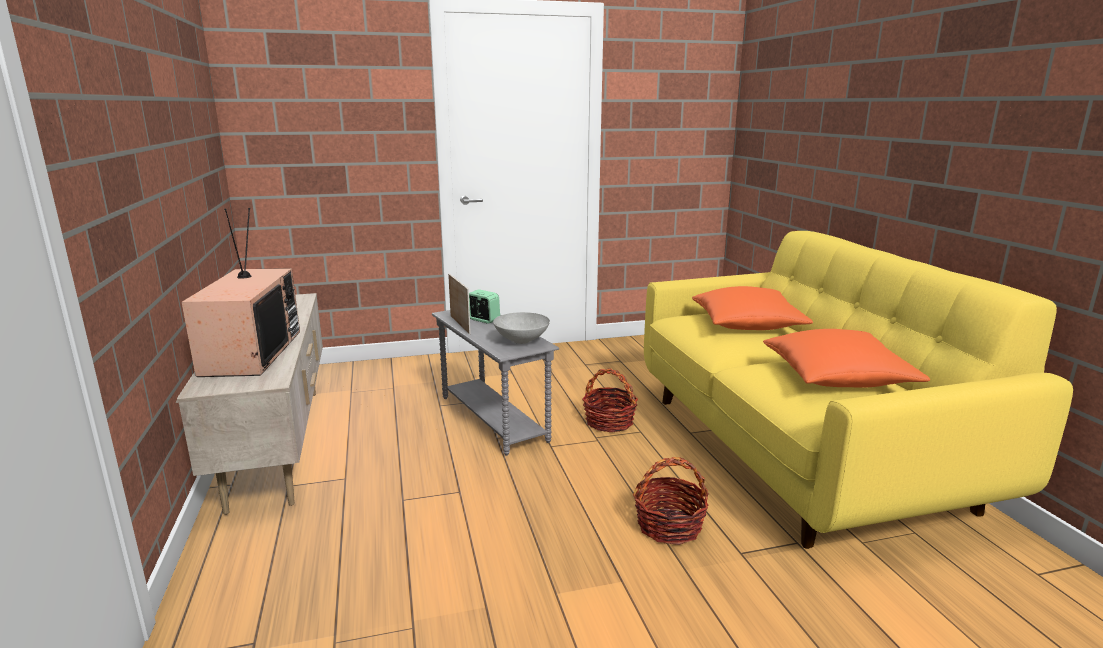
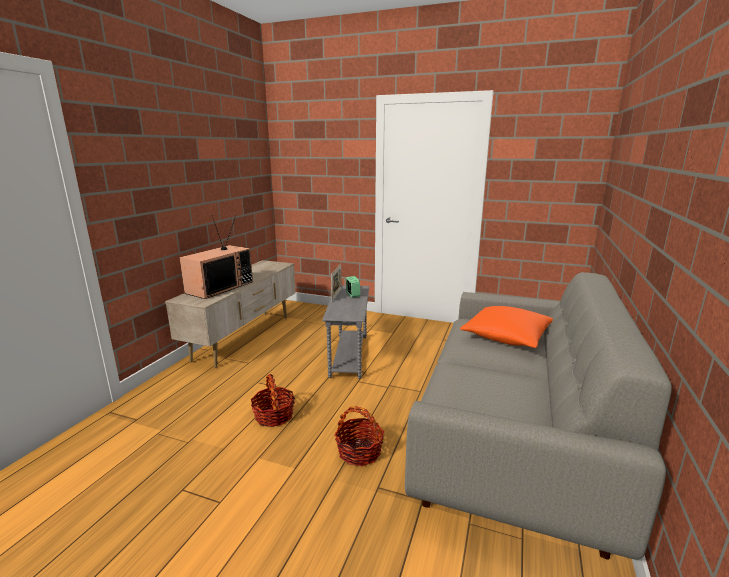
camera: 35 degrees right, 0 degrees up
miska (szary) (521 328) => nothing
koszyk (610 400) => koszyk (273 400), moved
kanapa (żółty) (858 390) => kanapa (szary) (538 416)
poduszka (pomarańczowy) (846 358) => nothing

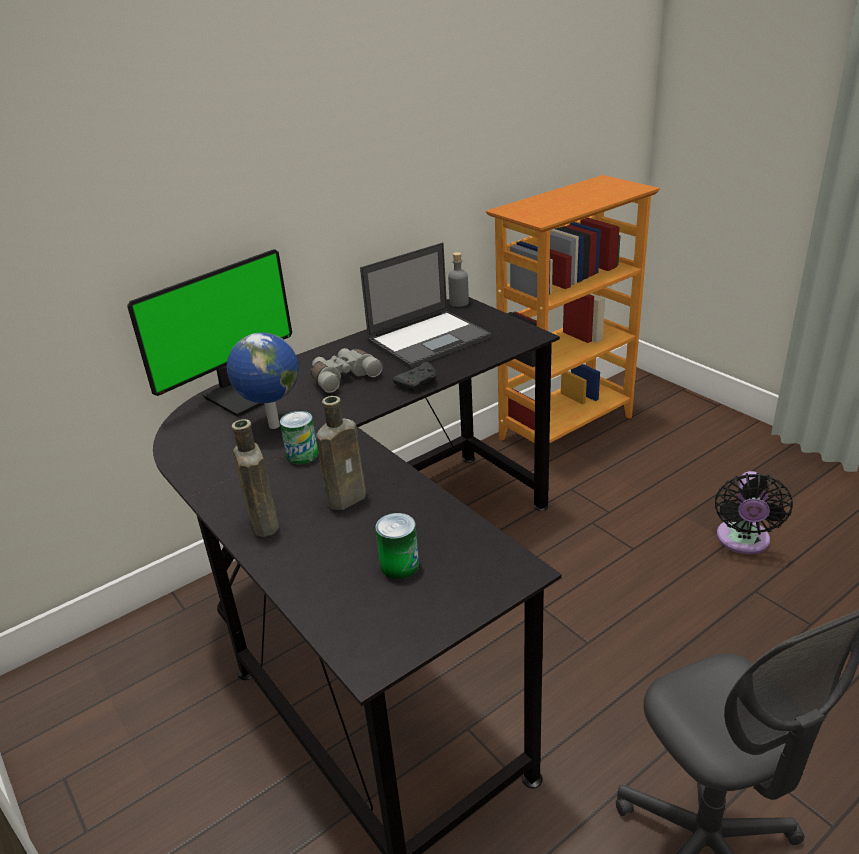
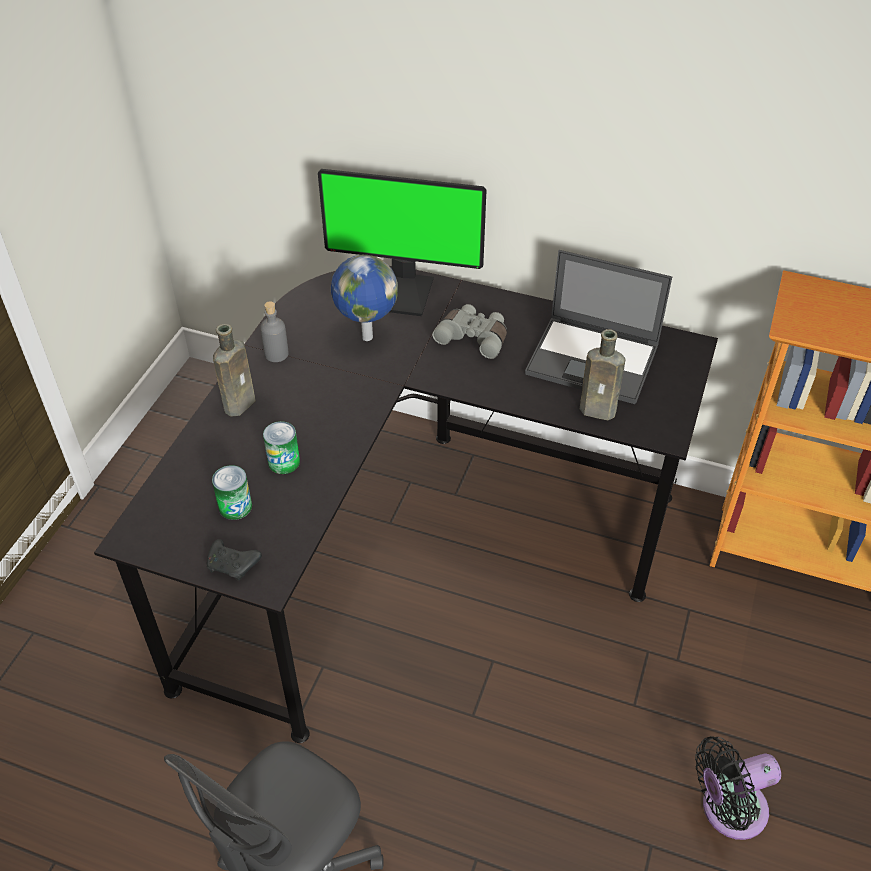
camera: 55 degrees right, 15 degrees up
puszka (299 437) => puszka (281 447), moved
butelka (brązowy) (341 453) => butelka (brązowy) (602 374), moved
pad do gier (czarny) (415 377) => pad do gier (czarny) (234 560), moved
butelka (szary) (458 279) => butelka (szary) (274 331), moved

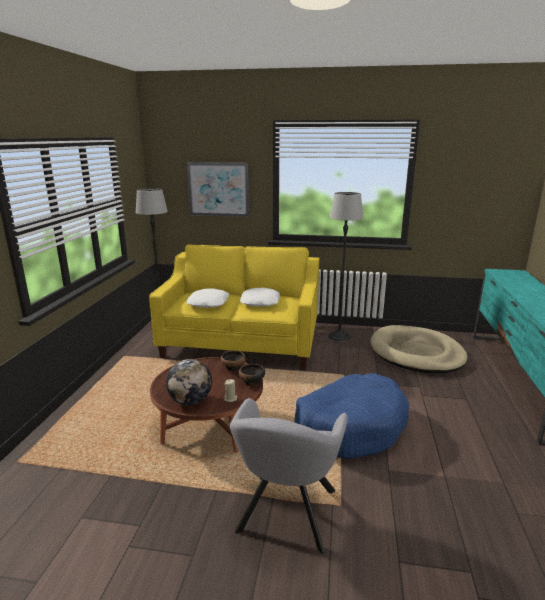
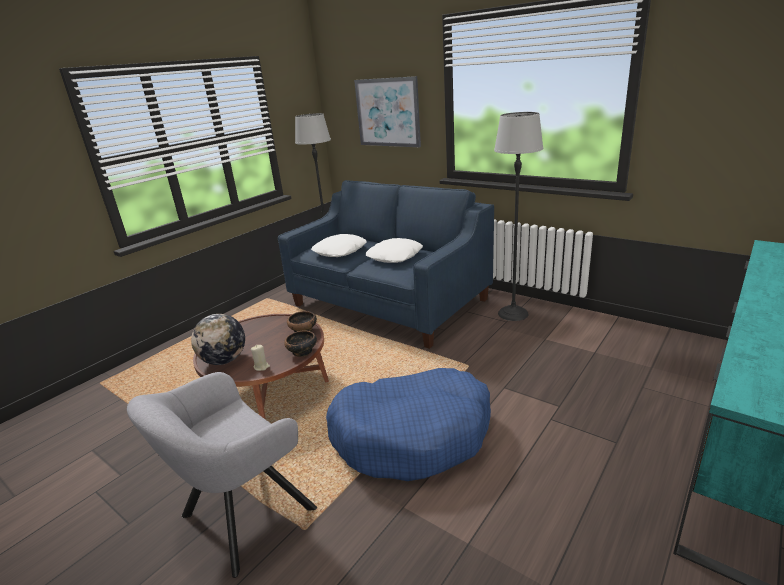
camera: 30 degrees right, 5 degrees up
kanapa (żółty) (234 307) => kanapa (niebieski) (386 264)
legowisko (beżowy) (419 349) => nothing

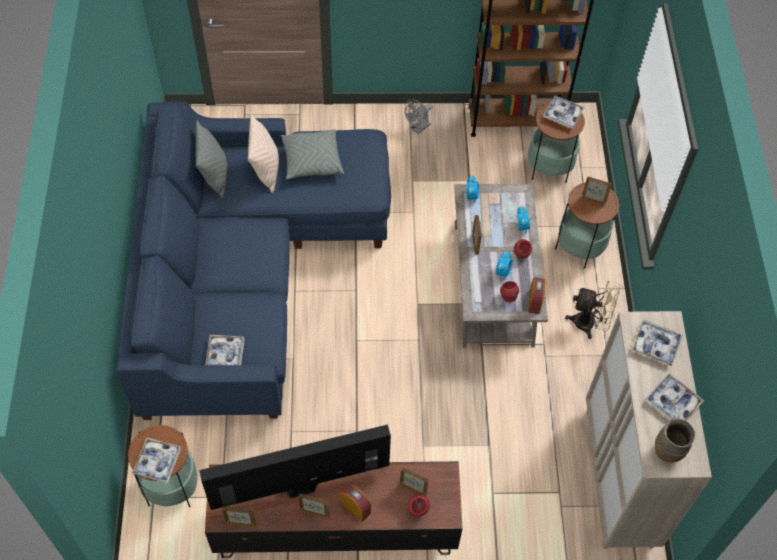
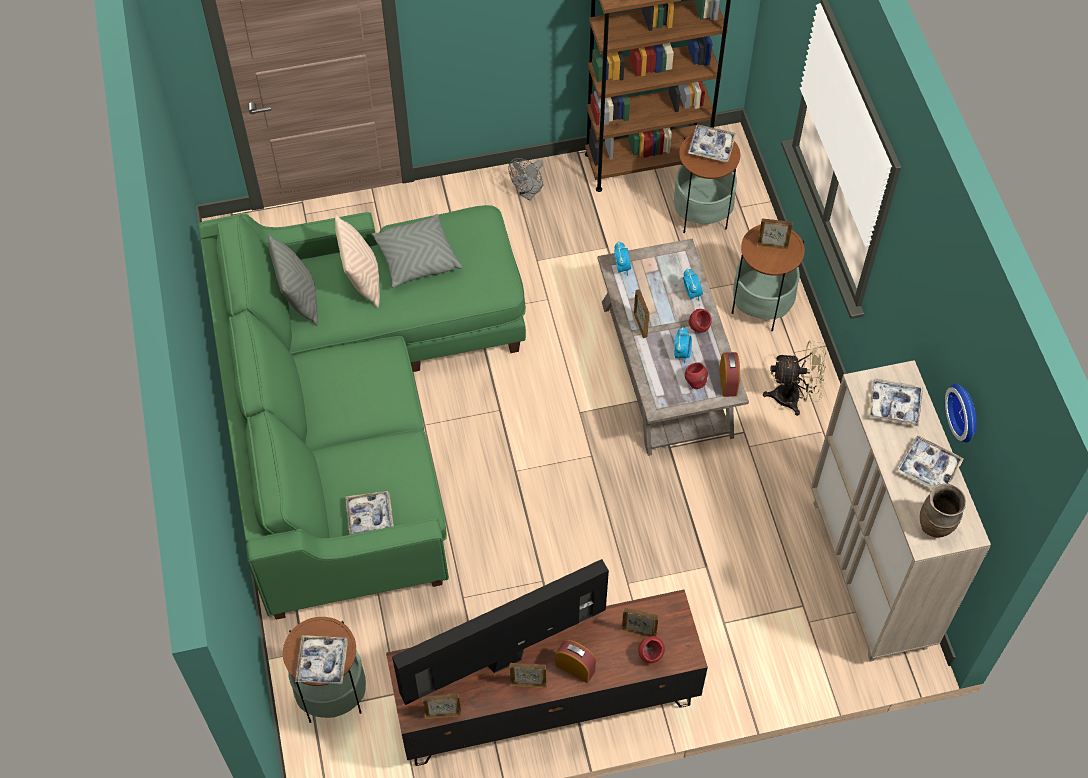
camera: 10 degrees left, 0 degrees up
kanapa (niebieski) (253 260) => kanapa (zielony) (362 412)
nothing => zegar ścienny (960 413)

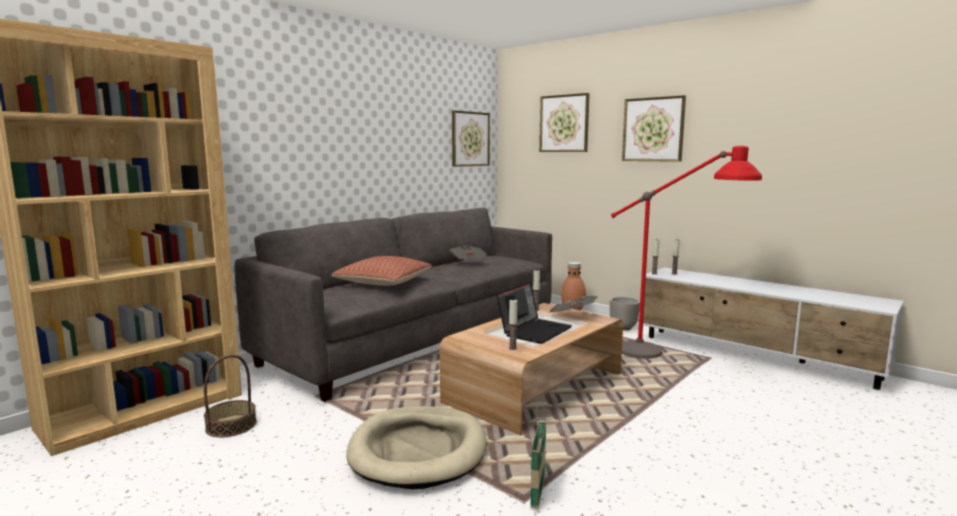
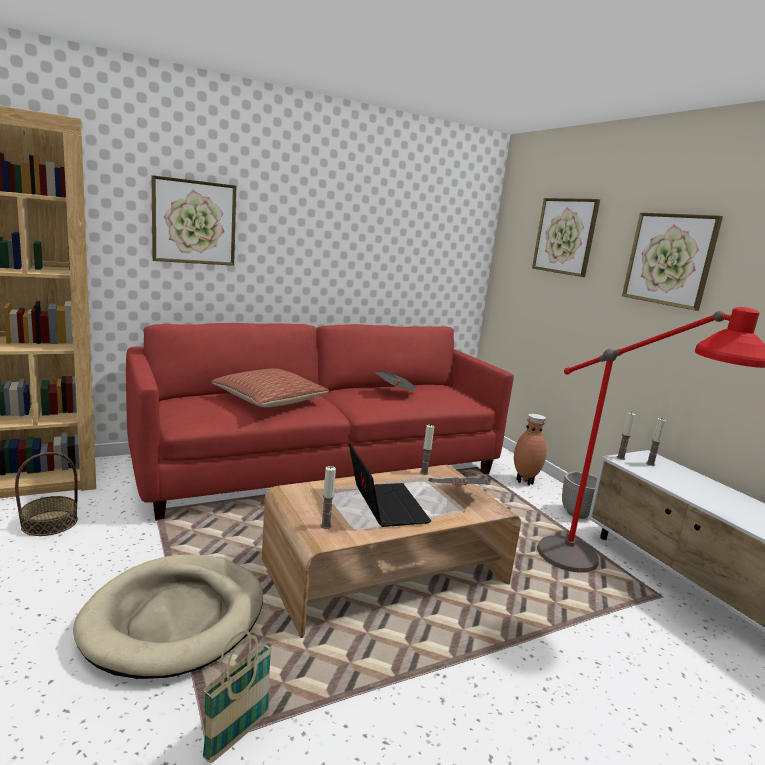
camera: 20 degrees right, 5 degrees up
kanapa (szary) (393 305) => kanapa (czerwony) (320 421)
obraz (471 138) => obraz (194 220), moved
laptop (534 313) => laptop (390 485), 75 degrees counterclockwise

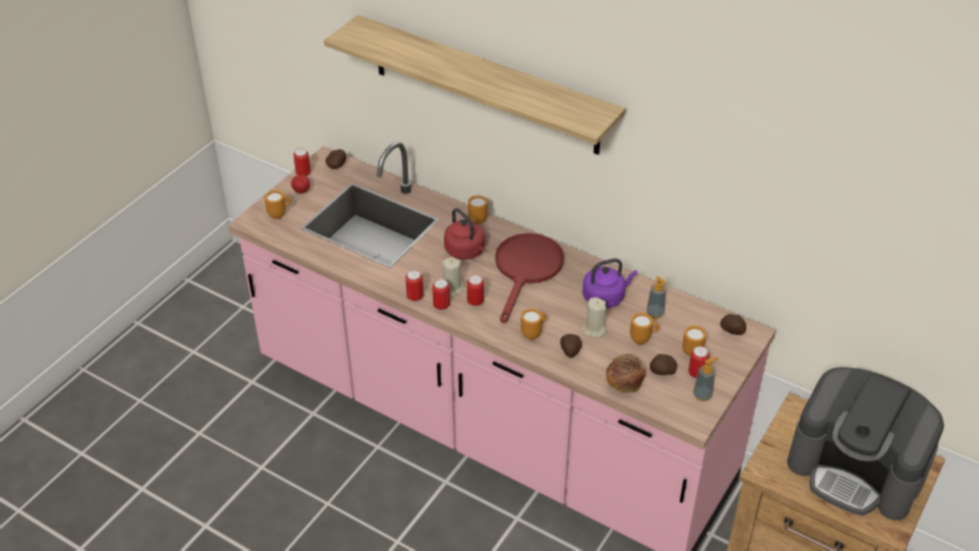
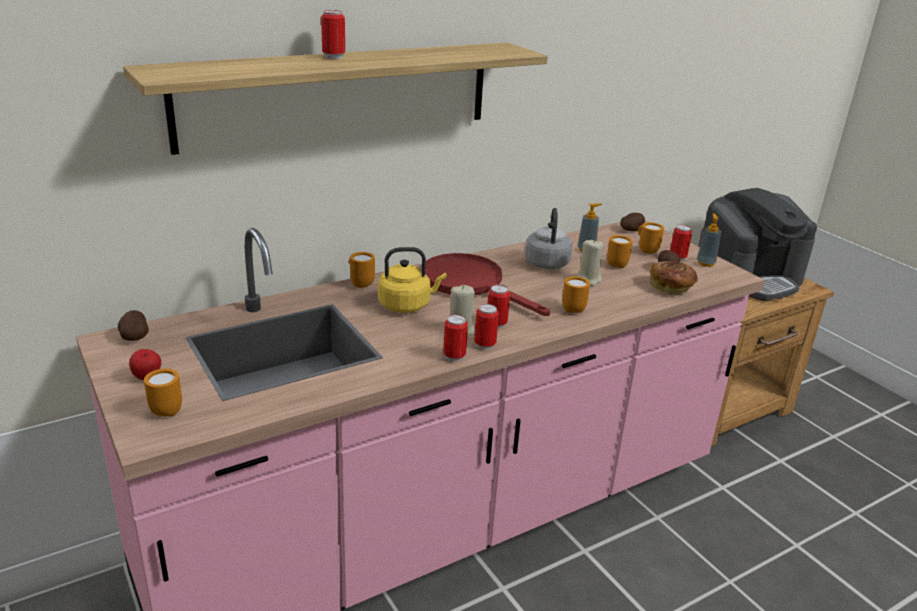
camera: 65 degrees left, 15 degrees down
puszka (302 162) => puszka (333 34), moved
czajnik (czerwony) (464 234) => czajnik (żółty) (412 280)
ziemniak (571 346) => nothing
czajnik (fioletowy) (610 283) => czajnik (szary) (549 238)

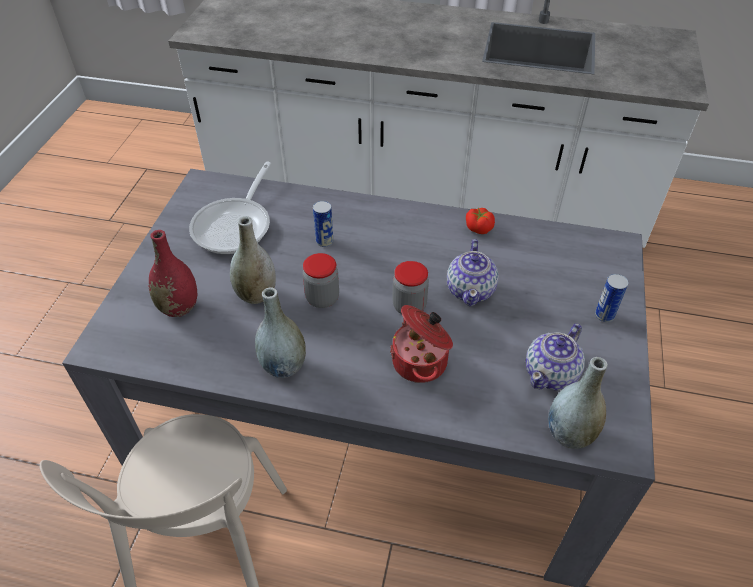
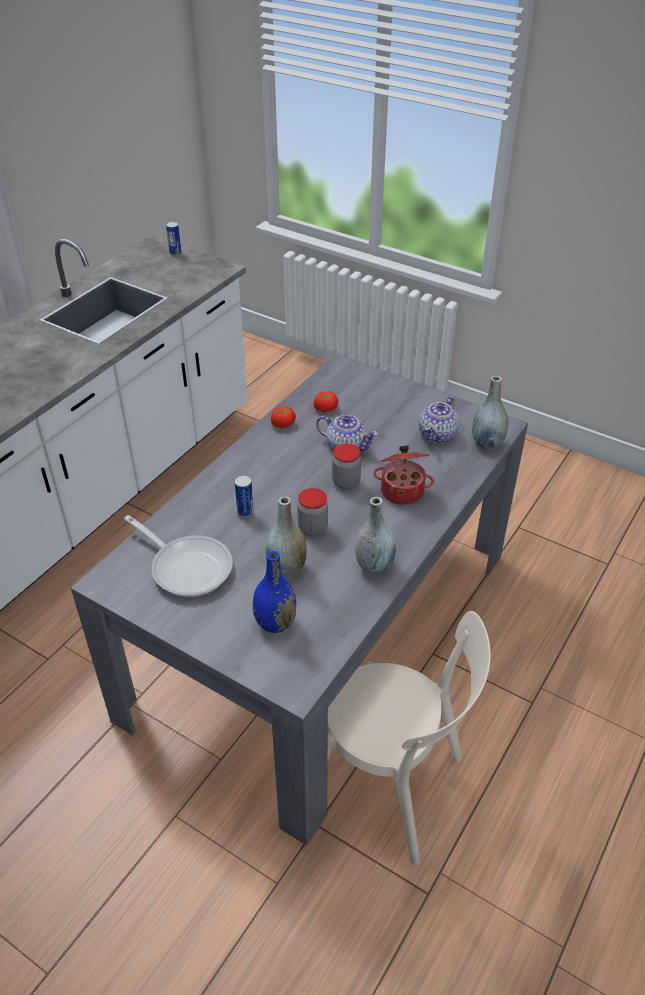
camera: 70 degrees left, 5 degrees down
wazon (czerwony) (173 273) => wazon (niebieski) (274 592)
imbryk (555 356) => imbryk (439 420), 60 degrees clockwise
puszka (611 298) => puszka (174 239), moved
nothing => pomidor (326 401)

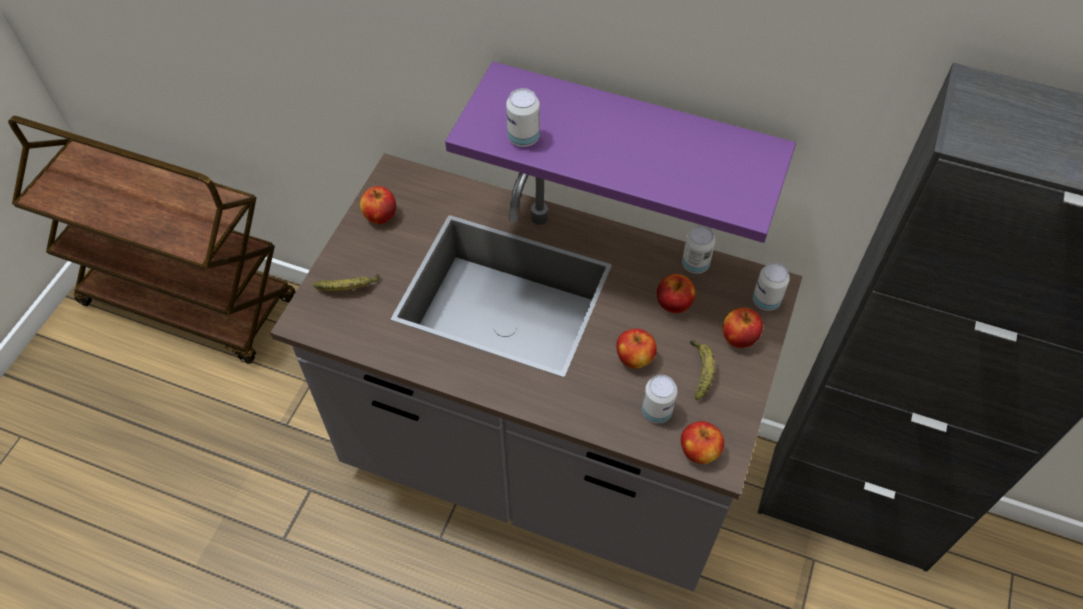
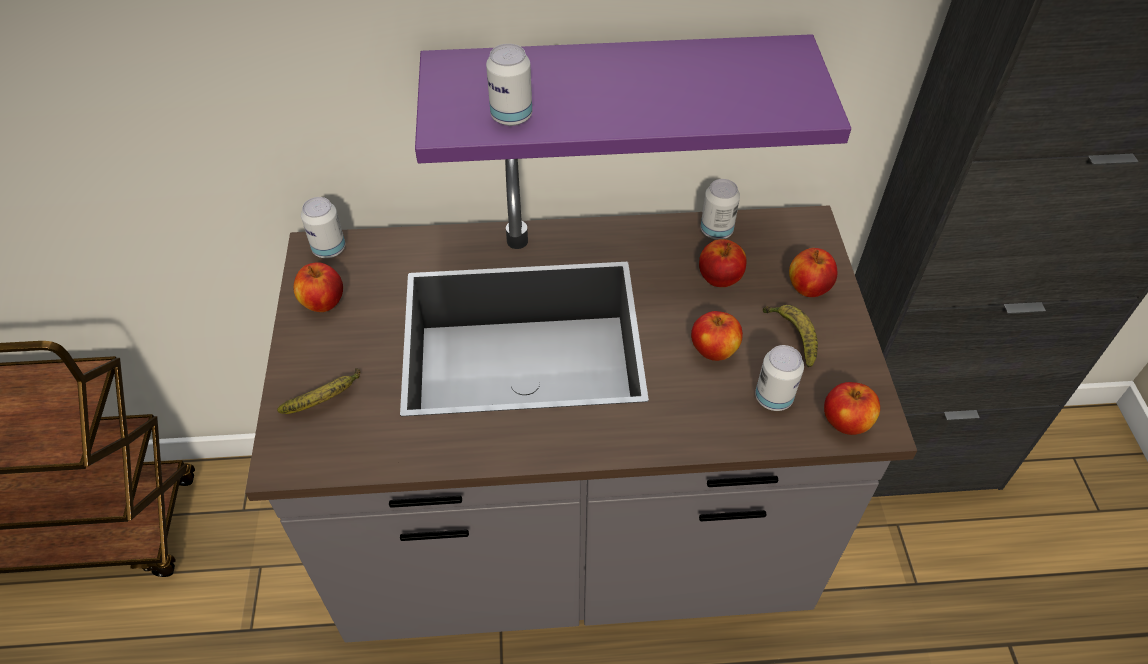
camera: 25 degrees left, 5 degrees down
puszka (771 287) => puszka (323 227), moved

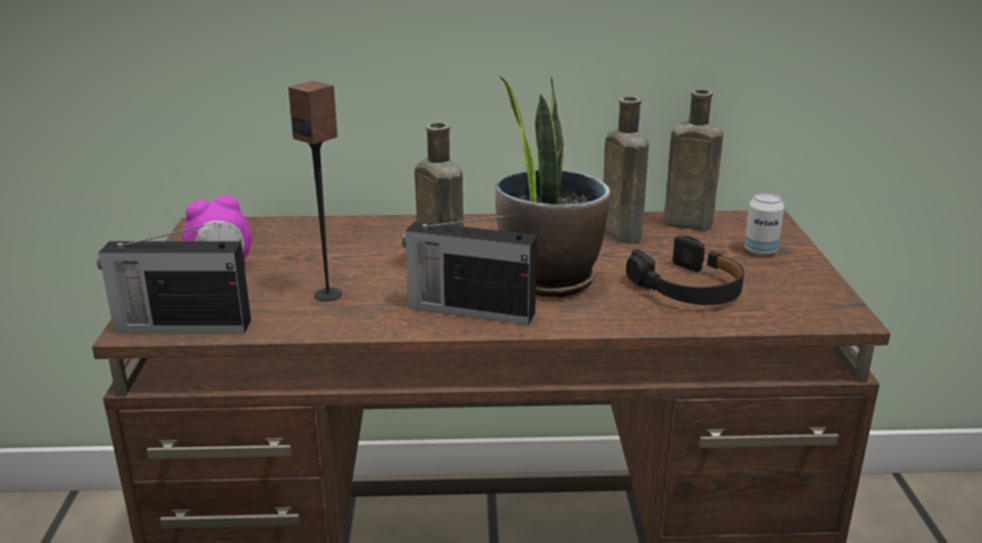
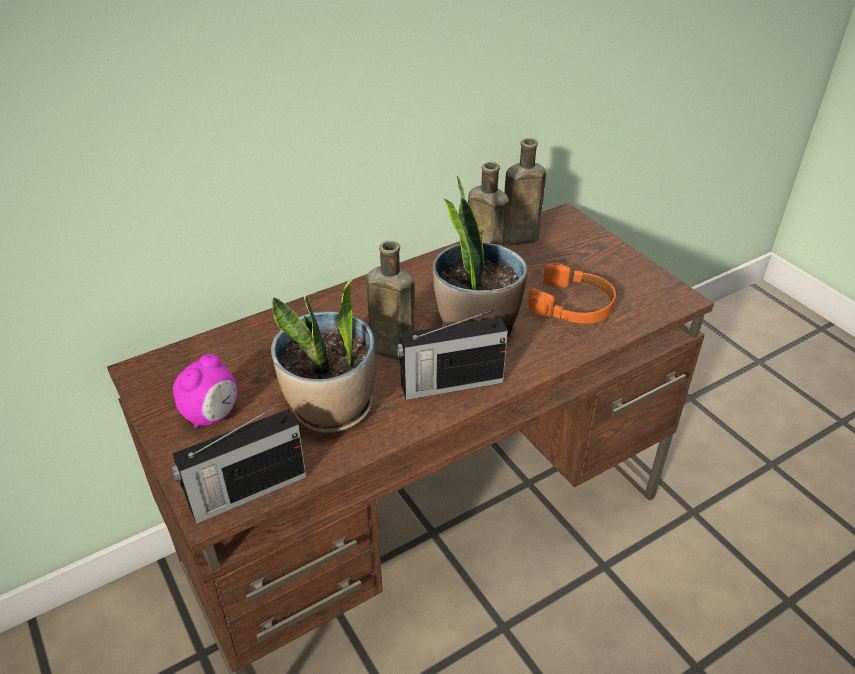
camera: 30 degrees left, 15 degrees up
głośnik (315 191) => roślina doniczkowa (323 356)
słuchawki (czarny) (685 270) => słuchawki (pomarańczowy) (572 293)
puszka (764 224) => nothing

